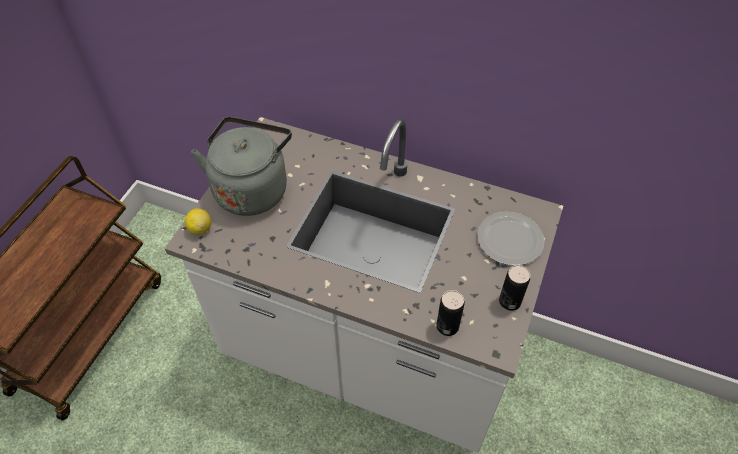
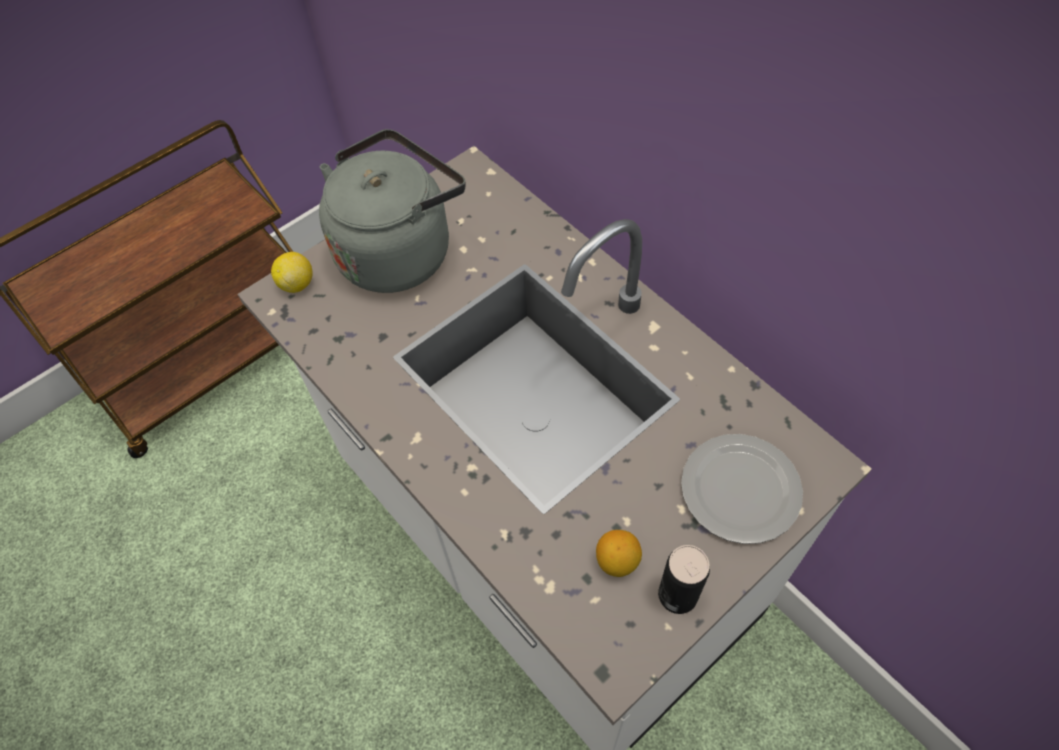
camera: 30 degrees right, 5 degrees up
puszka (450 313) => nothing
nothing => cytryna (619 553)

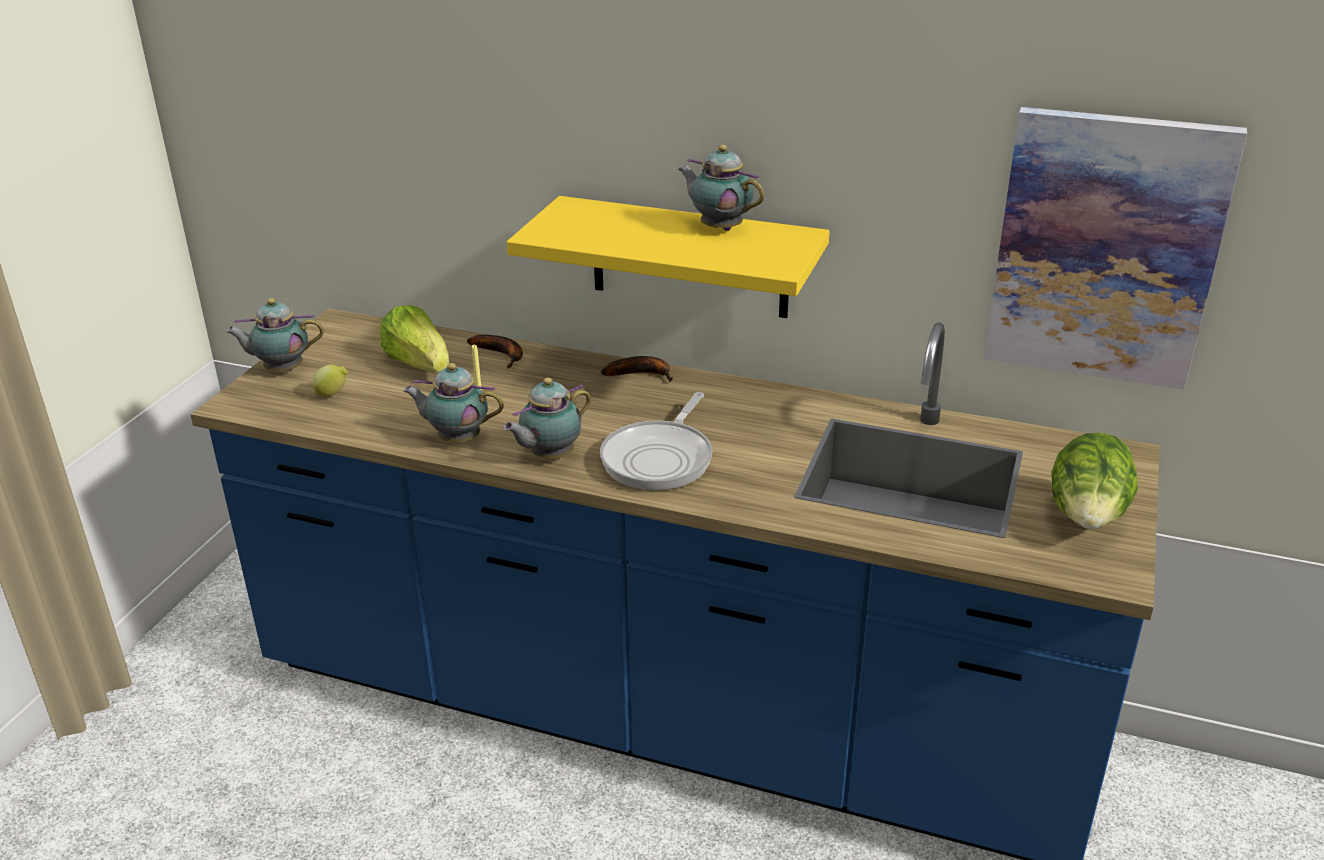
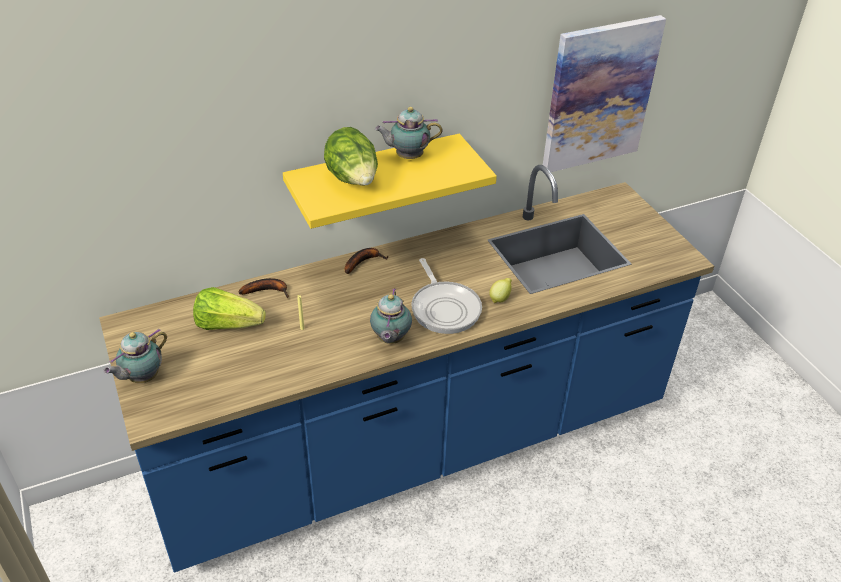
camera: 45 degrees left, 10 degrees up
cytryna (330 380) => cytryna (500 290), moved
imbryk (453 403) => nothing
sałata (1094 480) => sałata (351 156), moved

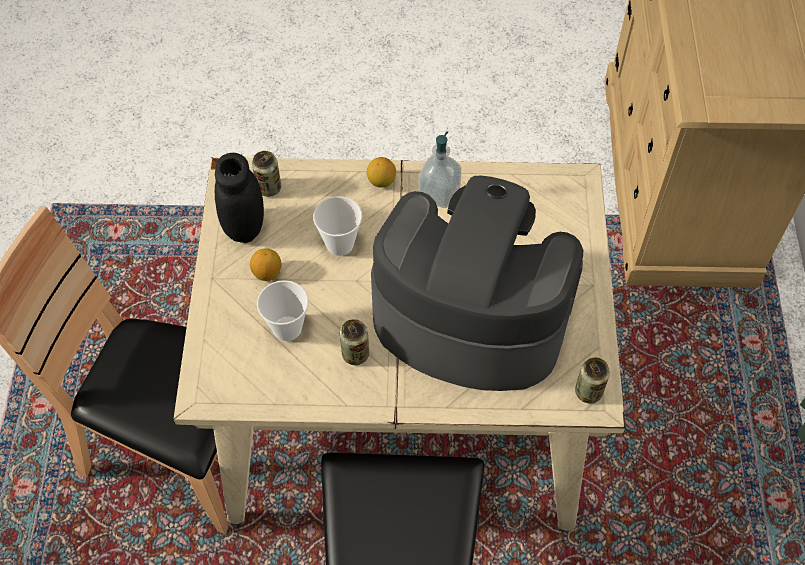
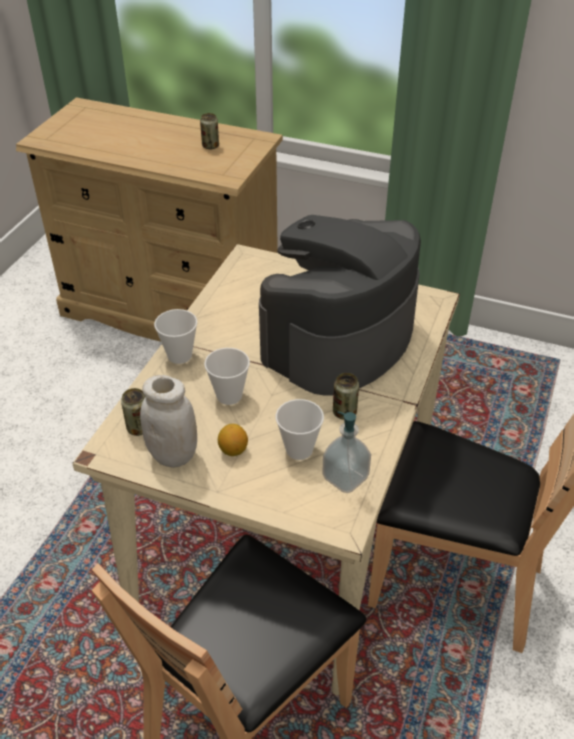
camera: 70 degrees left, 15 degrees down
słoik (czarny) (239 198) => słoik (biały) (168 421)
cytryna (381 172) => filiżanka (176 336)
dozownik mydła (439 170) => dozownik mydła (346 452), moved
puszka (592 380) => puszka (209 131), moved

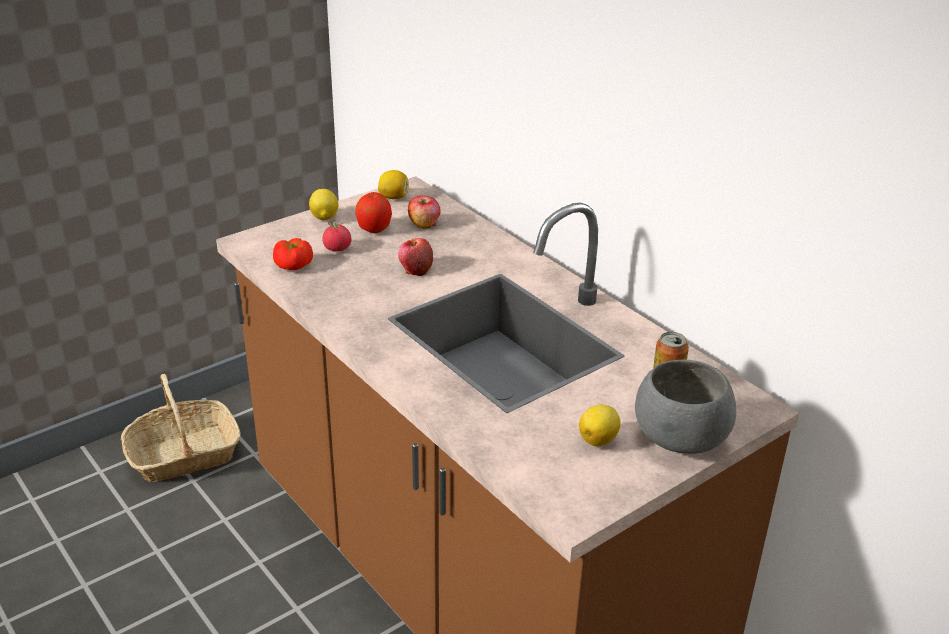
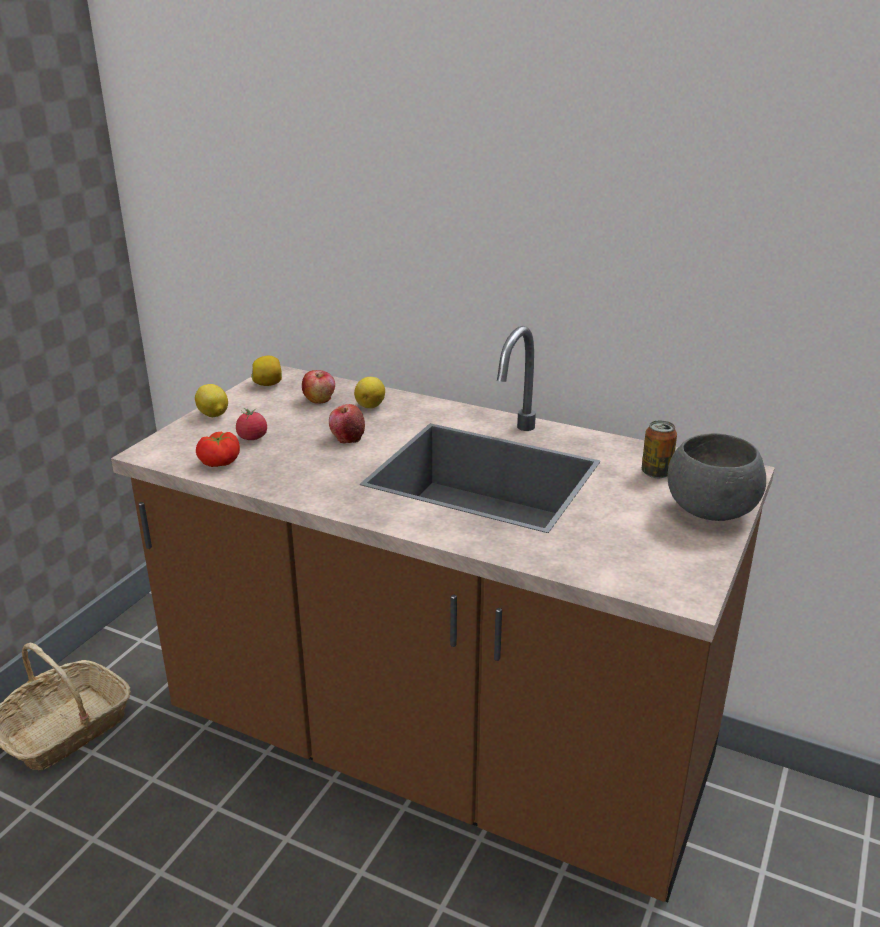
camera: 25 degrees left, 5 degrees down
jabłko (373 212) => nothing
cytryna (600 425) => cytryna (369 392), moved

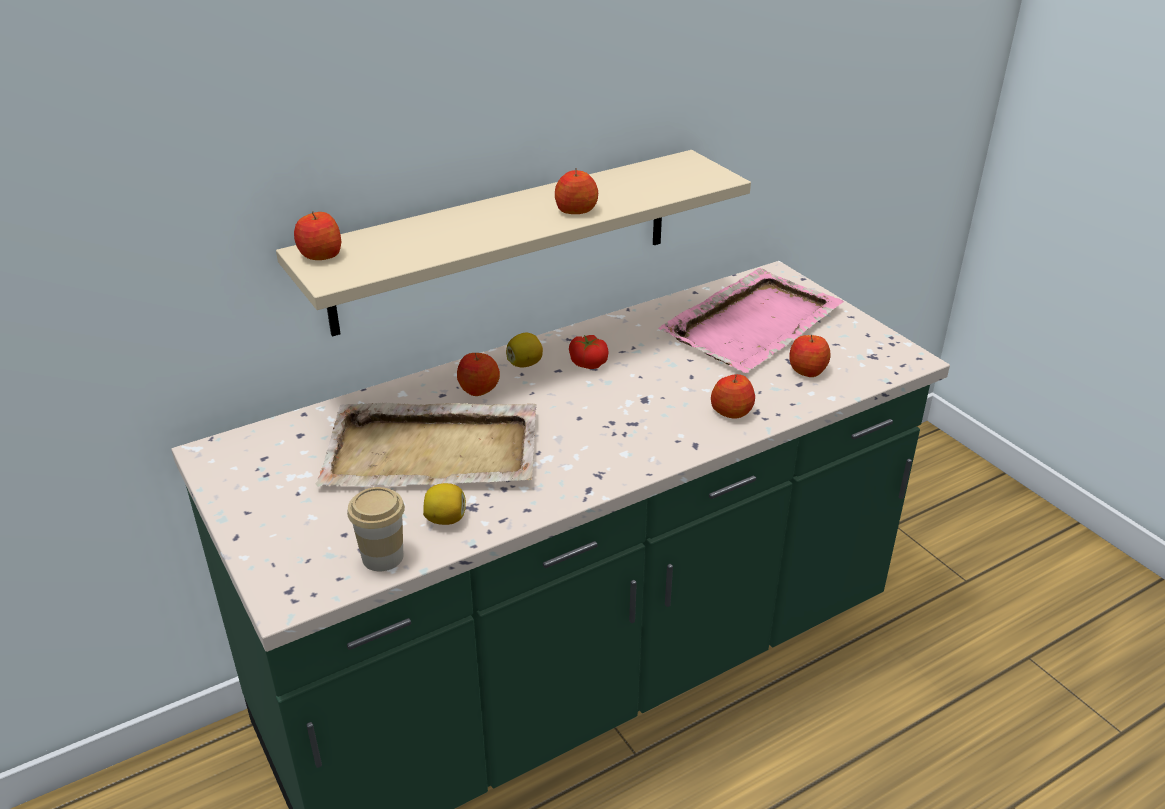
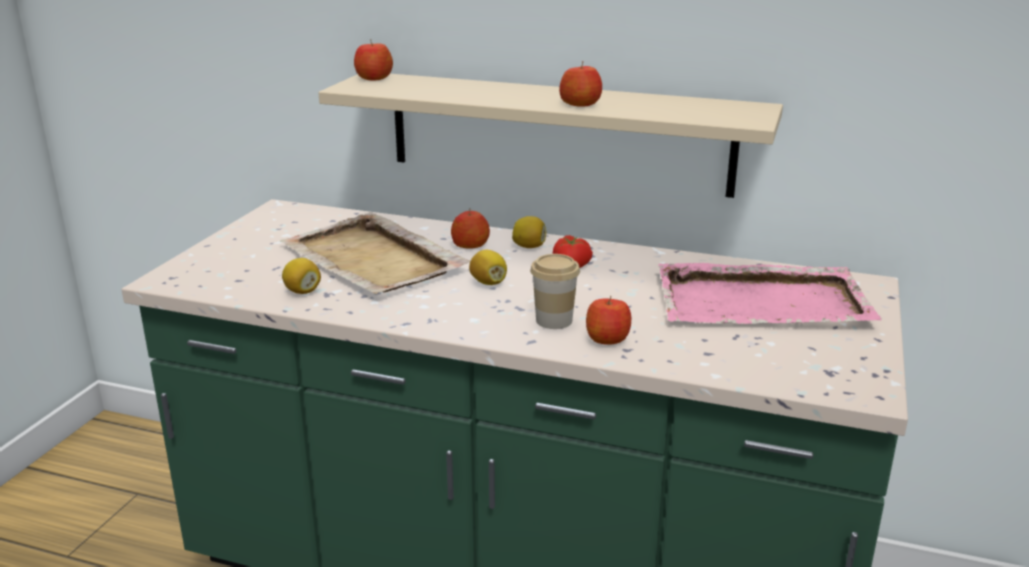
camera: 50 degrees right, 10 degrees down
filiżanka (376 529) => filiżanka (555 291), moved
jabłko (810 356) => nothing
nothing => cytryna (488 267)

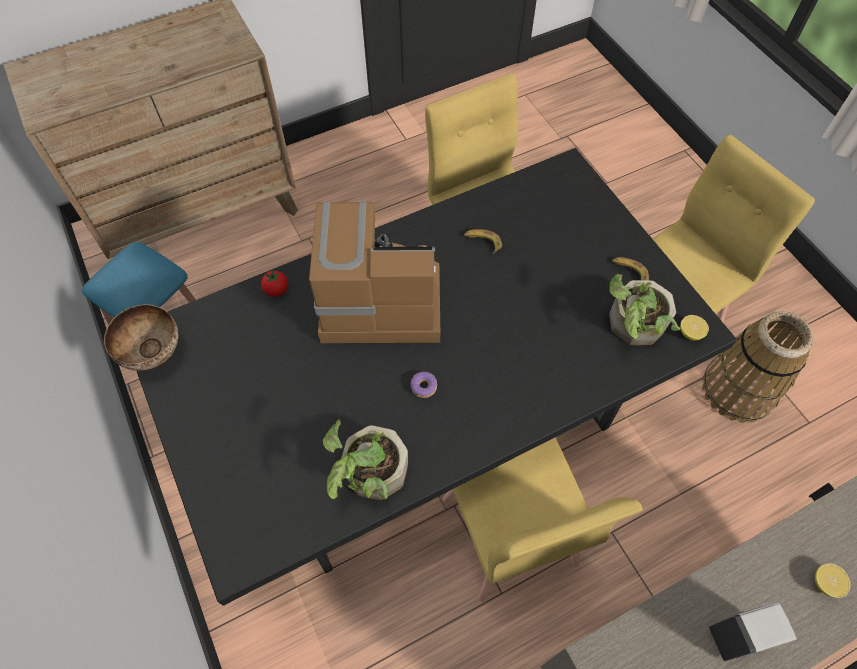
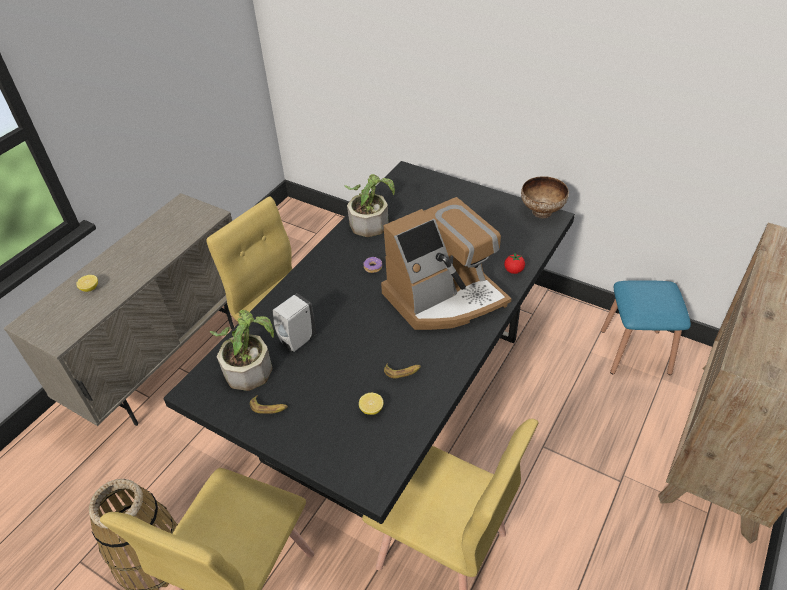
camera: 150 degrees right, 15 degrees down
cytryna (694 327) => cytryna (371 404), moved
dozownik mydła (biały) (753 631) => dozownik mydła (biały) (295 322), moved

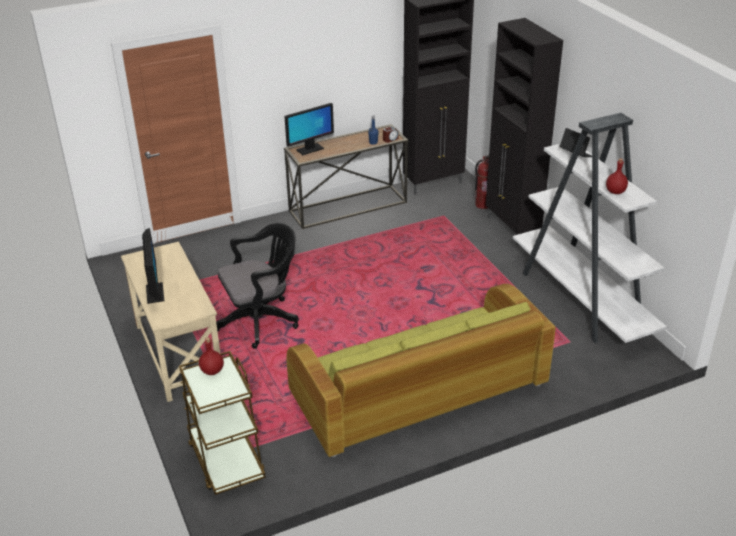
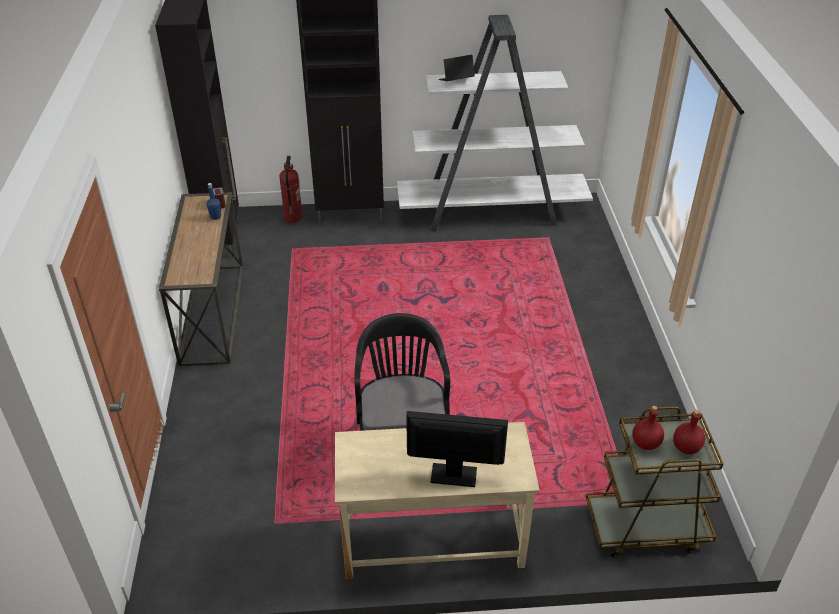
camera: 70 degrees left, 5 degrees up
monitor (309 129) => nothing
kanapa (zielony) (421 370) => nothing
butelka (czerwony) (617 176) => butelka (czerwony) (689 432), moved

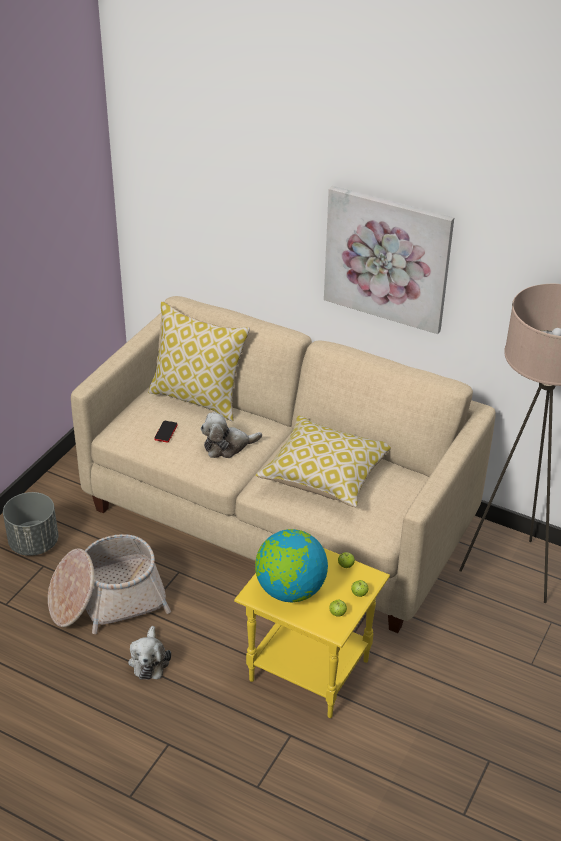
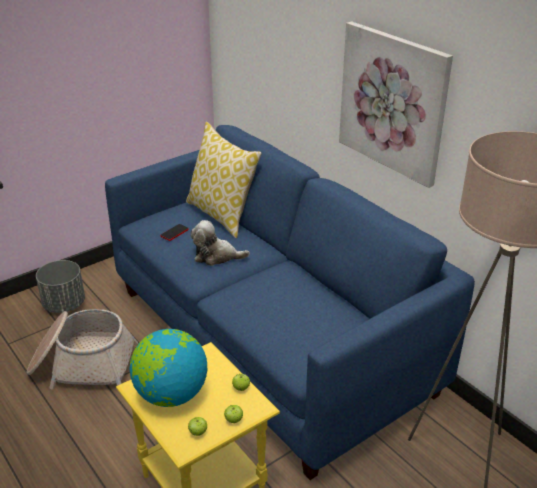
camera: 25 degrees right, 5 degrees down
kanapa (beżowy) (283 464) => kanapa (niebieski) (290 302)
pluszak (149 653) => nothing
poduszka (323 461) => nothing

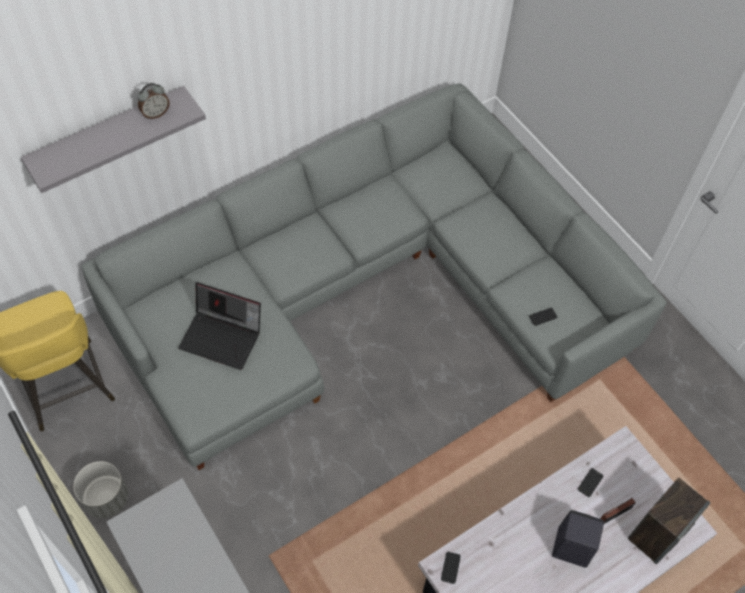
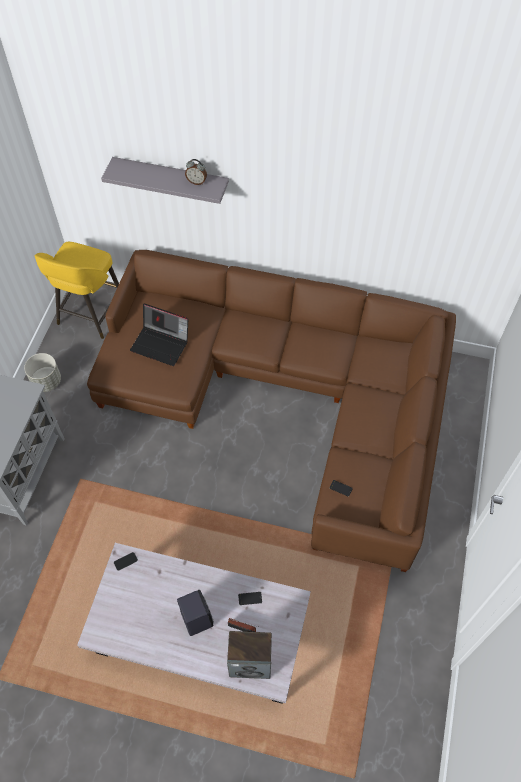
camera: 50 degrees right, 0 degrees up
kanapa (szary) (374 276) => kanapa (brązowy) (271 411)
laptop (219 326) => laptop (159 334), 45 degrees counterclockwise

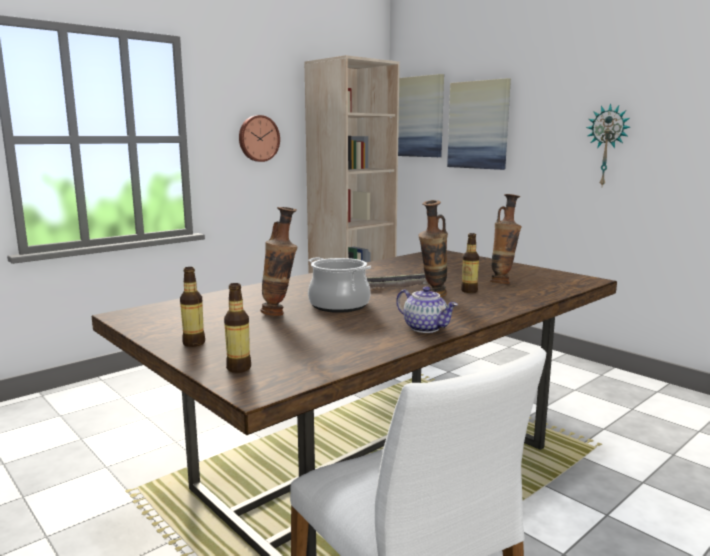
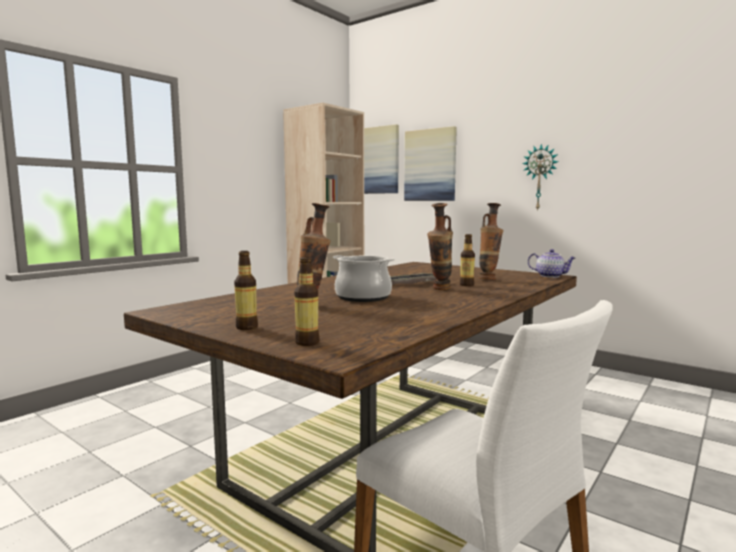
camera: 10 degrees left, 5 degrees down
zegar ścienny (259 138) => nothing
imbryk (427 309) => imbryk (551 263), moved

